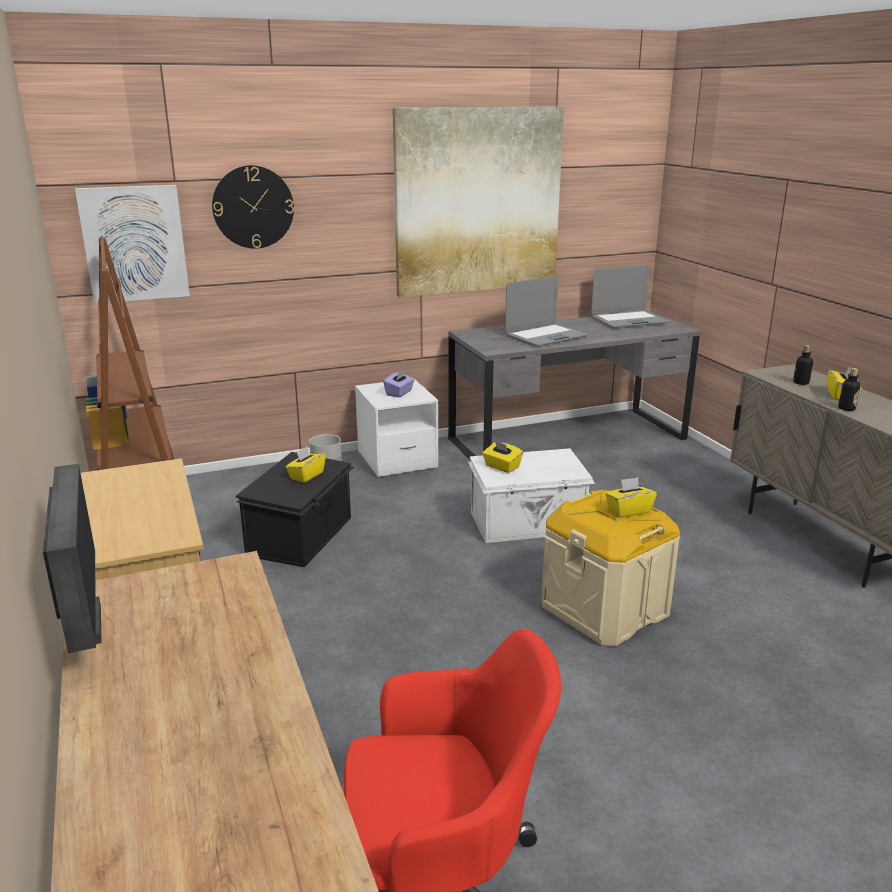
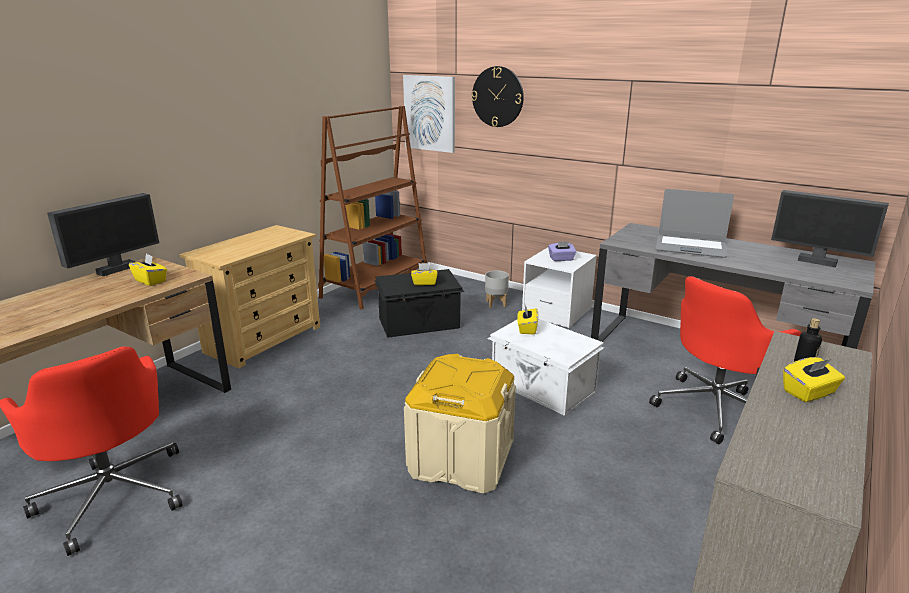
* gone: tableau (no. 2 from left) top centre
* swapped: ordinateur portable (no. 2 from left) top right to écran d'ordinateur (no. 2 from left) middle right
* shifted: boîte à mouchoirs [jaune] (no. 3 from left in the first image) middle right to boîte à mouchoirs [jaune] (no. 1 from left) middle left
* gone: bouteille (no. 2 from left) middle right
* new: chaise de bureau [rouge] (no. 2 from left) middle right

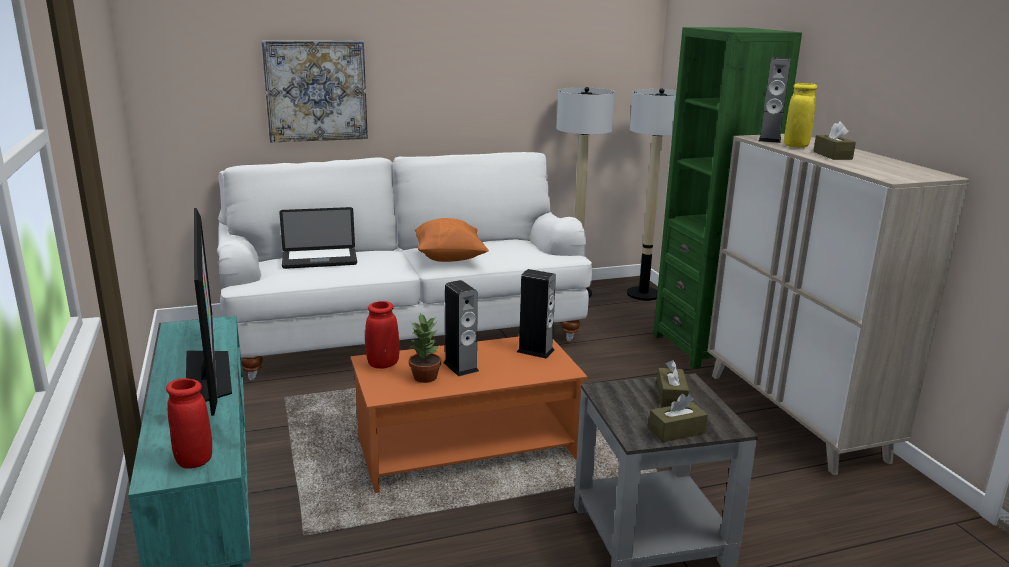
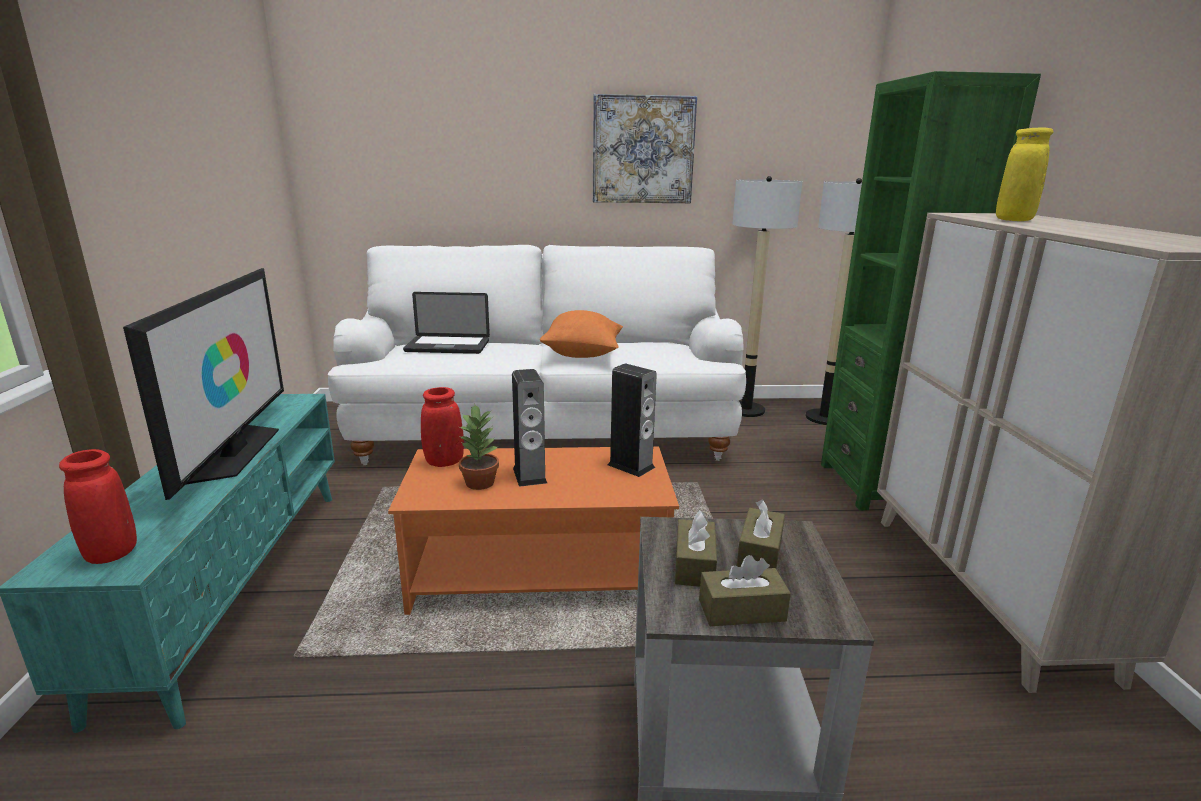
* shifted: tableau top left to top centre
* gone: enceinte (no. 3 from left) top right
* shifted: boîte à mouchoirs [marron] (no. 3 from left in the first image) top right to boîte à mouchoirs [marron] (no. 1 from left) bottom centre

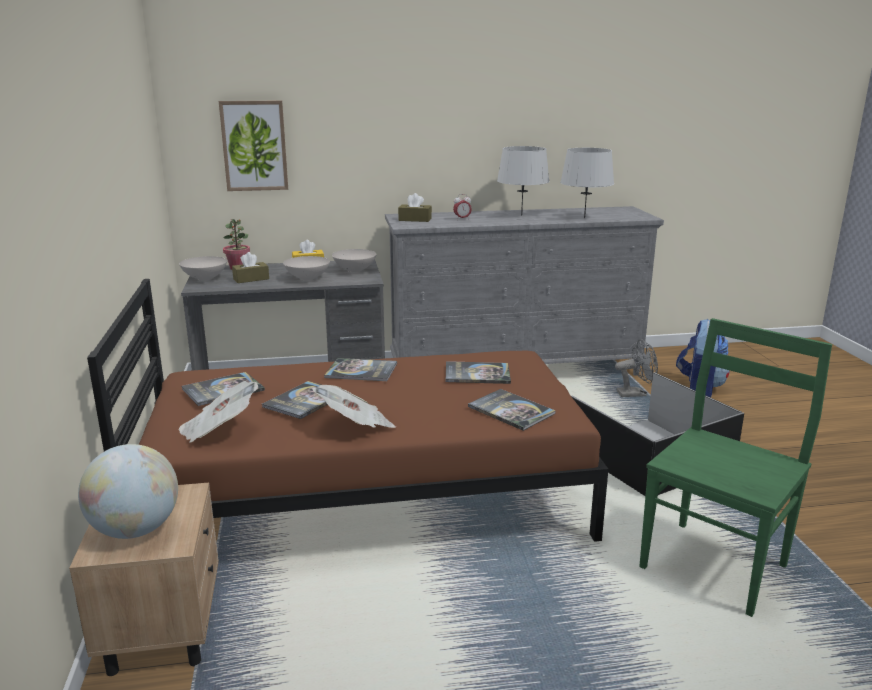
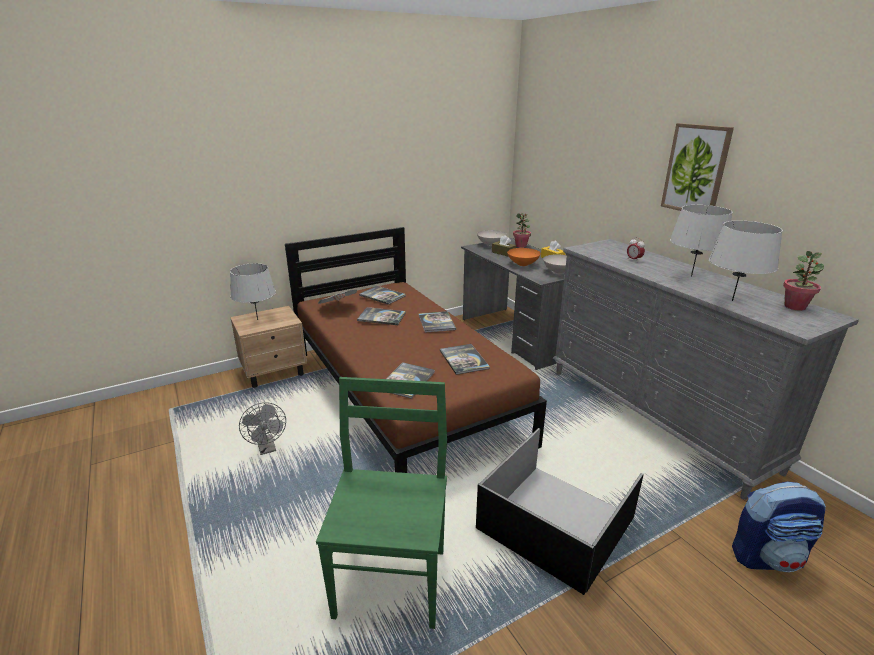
* swapped: globe bottom left to lampe de table [gris] (no. 1 from left) middle left
* shifted: tableau top left to top right
* repainted: bol [blanc] (no. 2 from left) centre to bol [orange] centre
* gone: journal (no. 2 from left) centre
* gone: boîte à mouchoirs [marron] (no. 2 from left) top centre
* shifted: ventilateur [gris] middle right to middle left
* rotated: chaise [vert] bottom right = bottom centre 105 degrees counterclockwise
* new: plante en pot (no. 2 from left) middle right

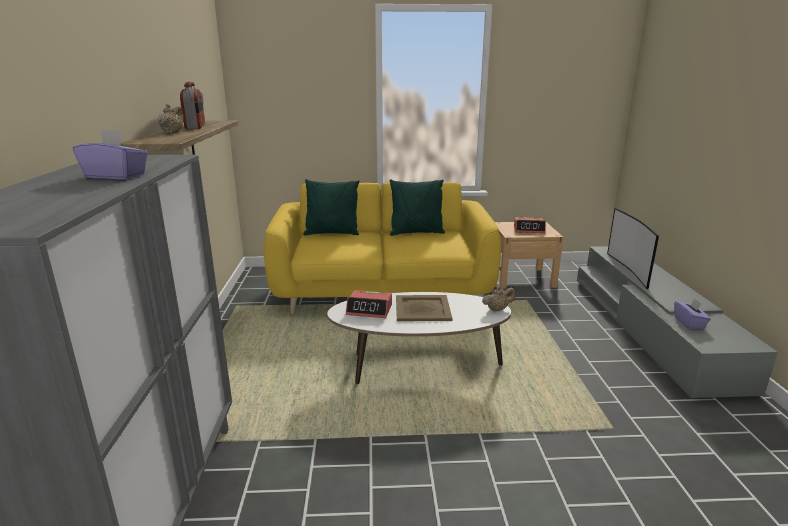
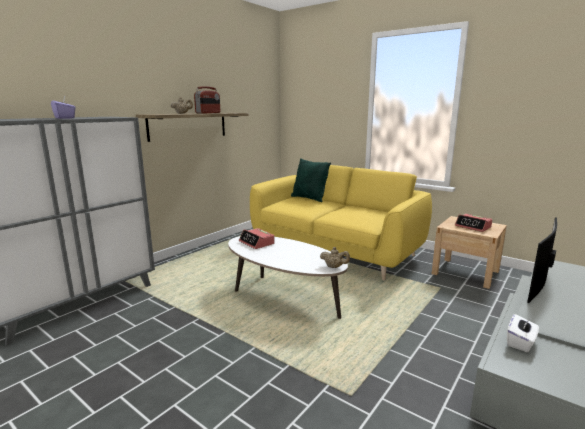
* gone: coussin [vert] (no. 2 from left) centre
* gone: plateau [beige] centre
* repainted: boîte à mouchoirs [violet] (no. 2 from left) middle right to boîte à mouchoirs [blanc] bottom right

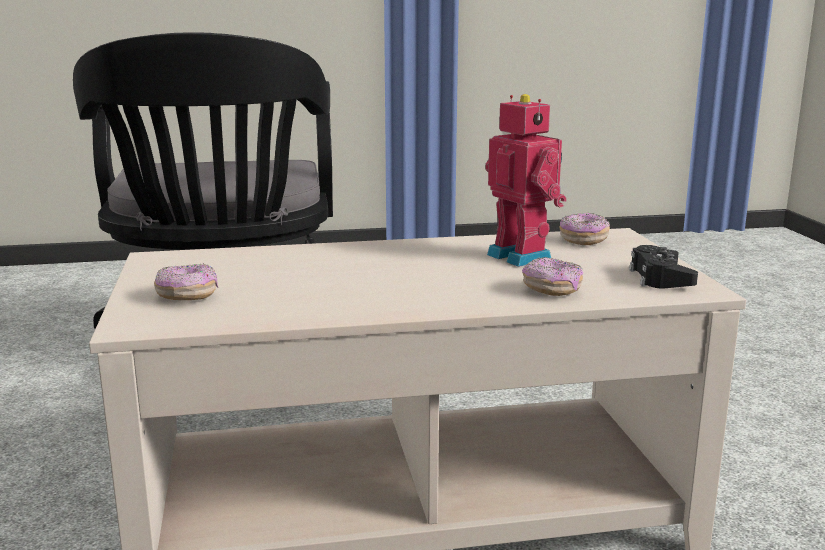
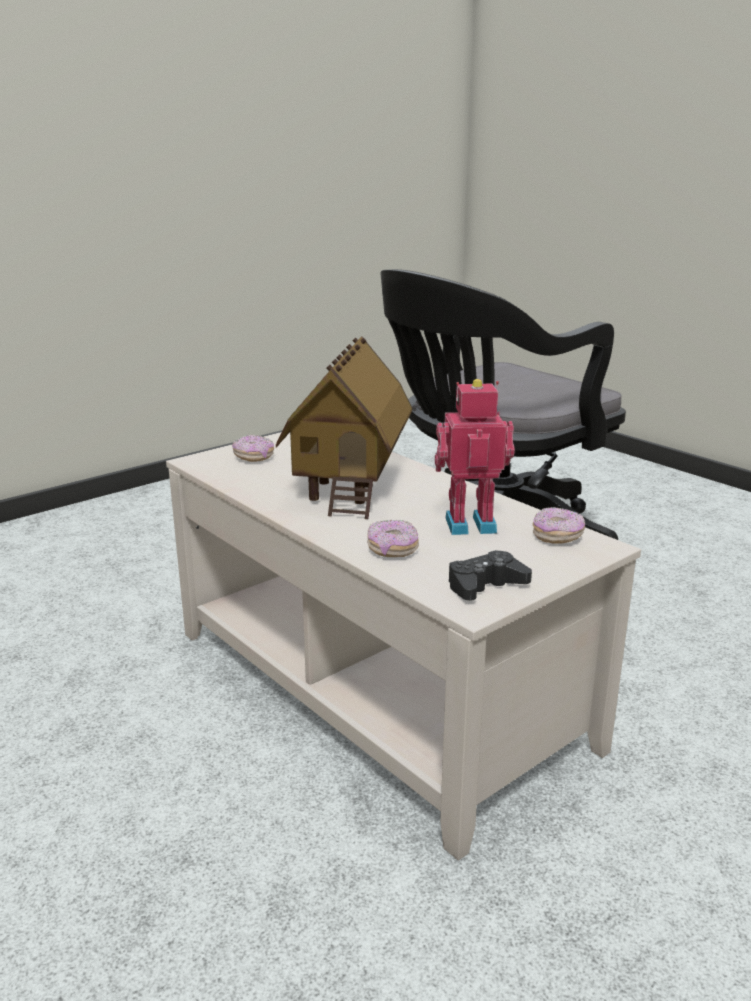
* rotated: robot jouet top centre = centre 120 degrees counterclockwise
* new: maison miniature centre

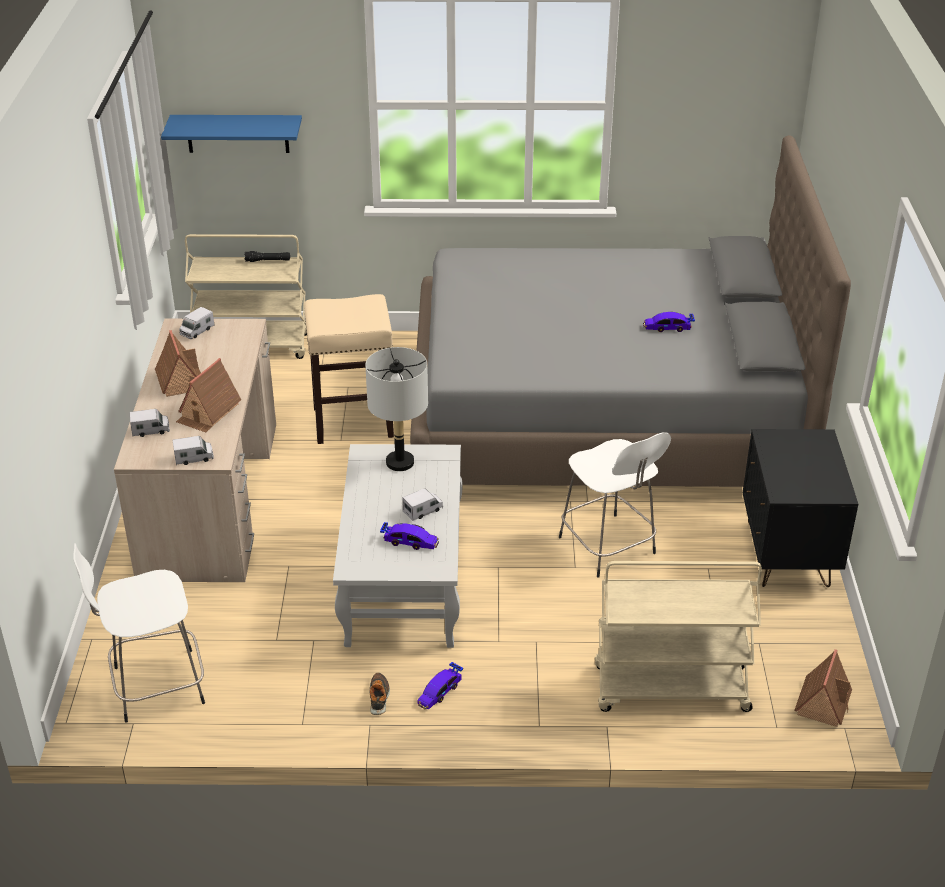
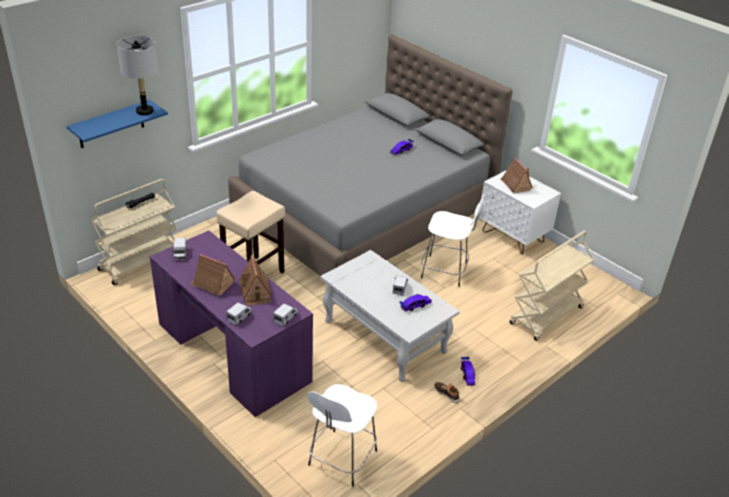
* repainted: bureau [beige] middle left to bureau [violet] middle left
* shifted: lampe de table [gris] centre to top left
* repainted: table de chevet [noir] middle right to table de chevet [blanc] middle right
* shifted: maison miniature (no. 3 from left) bottom right to middle right

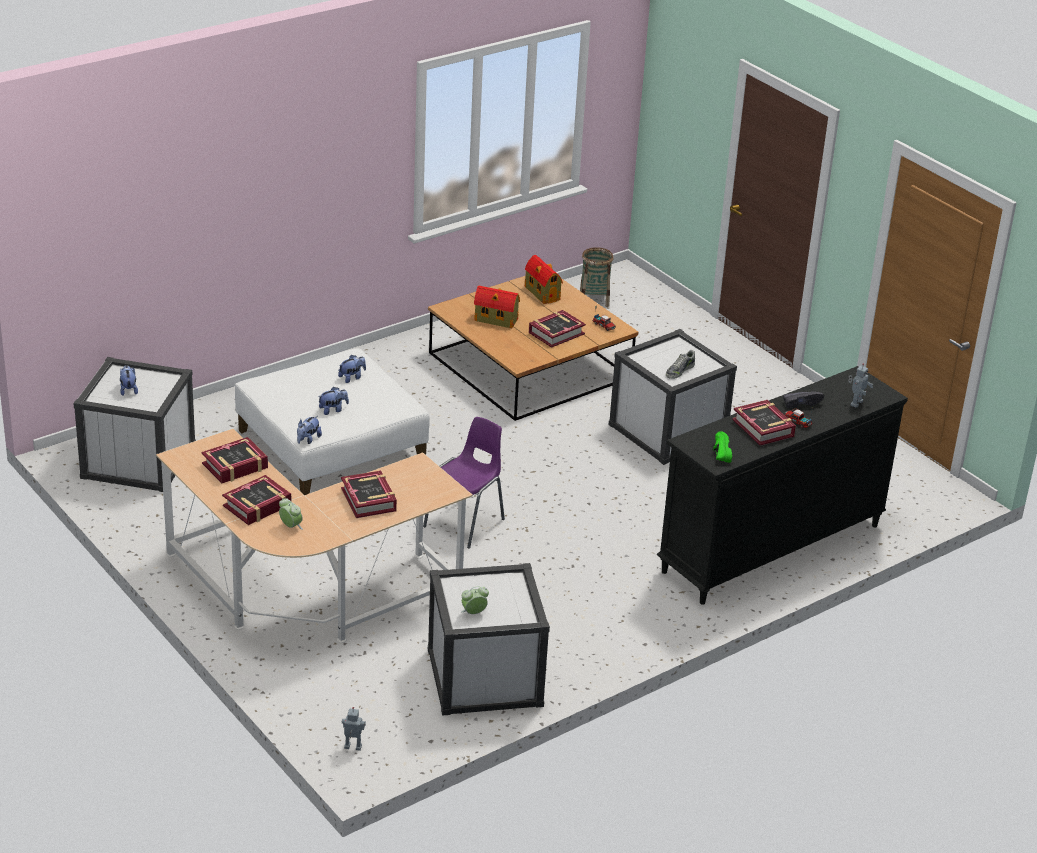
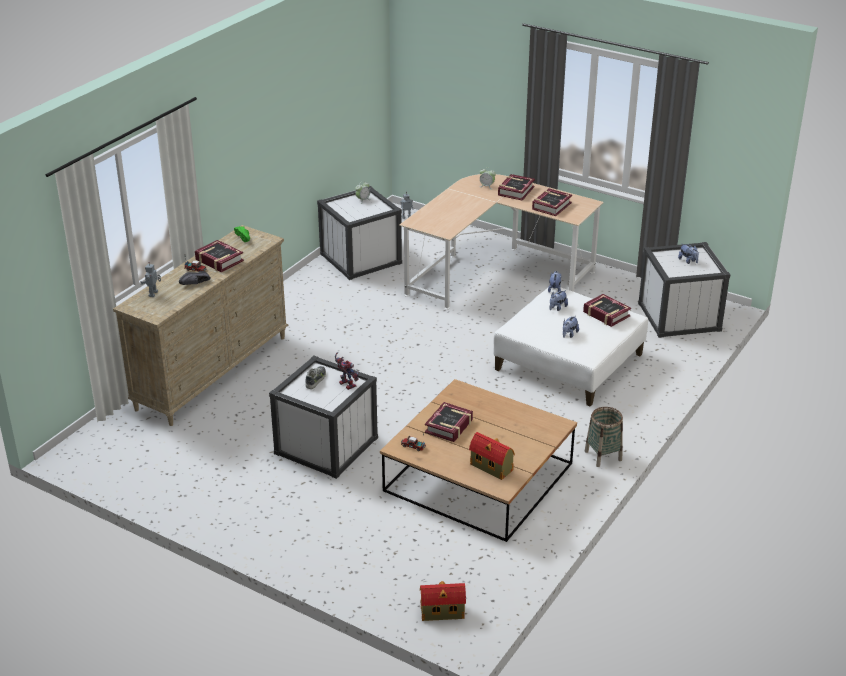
* shifted: livre (no. 3 from left in the first image) centre to livre (no. 5 from left) middle right
* gone: chaise [violet] centre
* shifted: maison miniature (no. 1 from left) centre to bottom centre
* shifted: panier top centre to middle right
* repainted: commode [noir] middle right to commode [beige] middle left
* new: robot jouet (no. 2 from left) centre

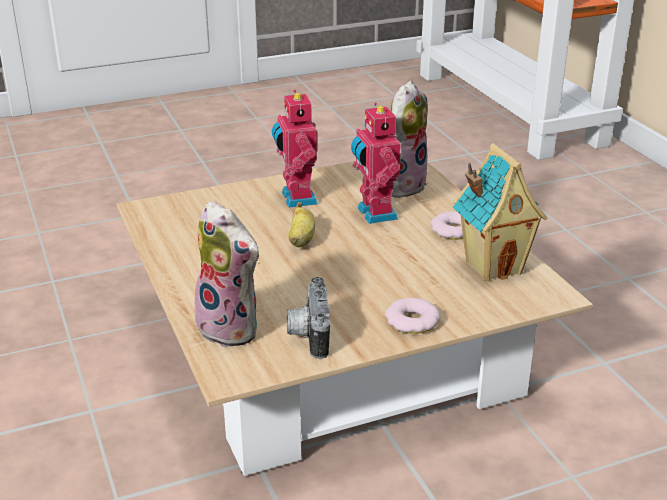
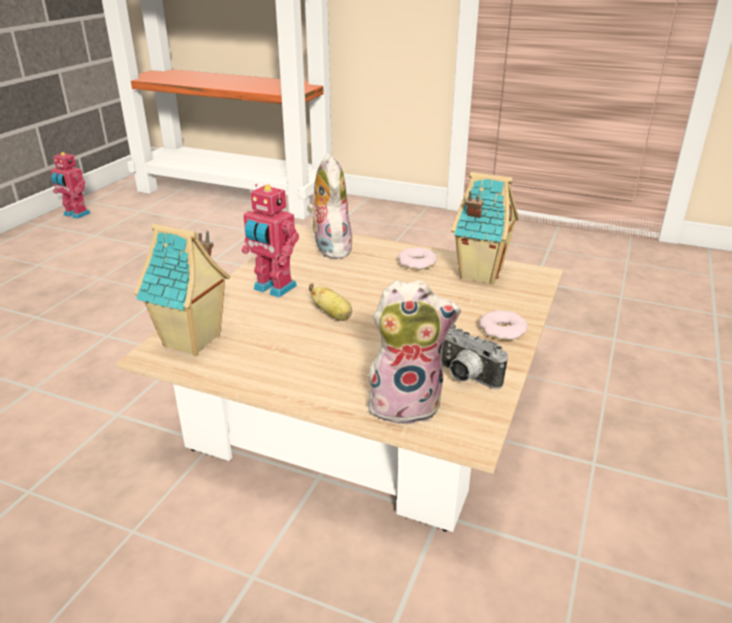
* shifted: robot jouet (no. 2 from left in the first image) top centre to robot jouet (no. 1 from left) top left
* new: maison miniature (no. 1 from left) middle left

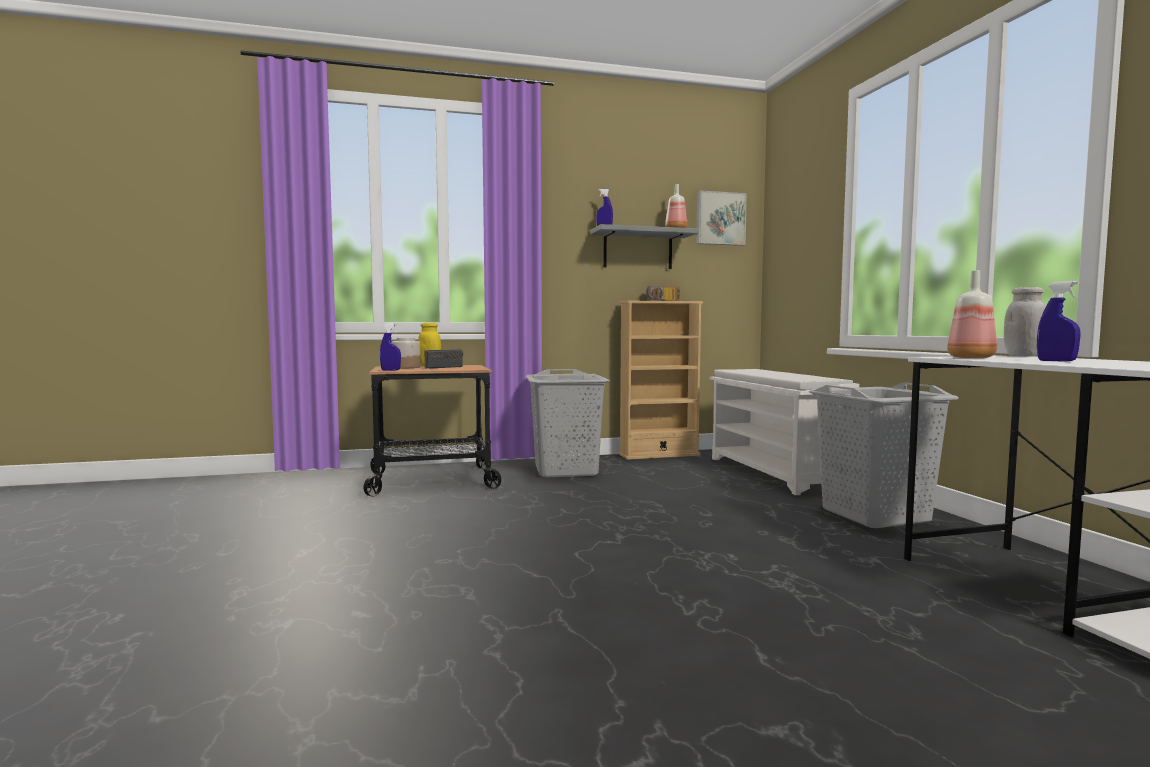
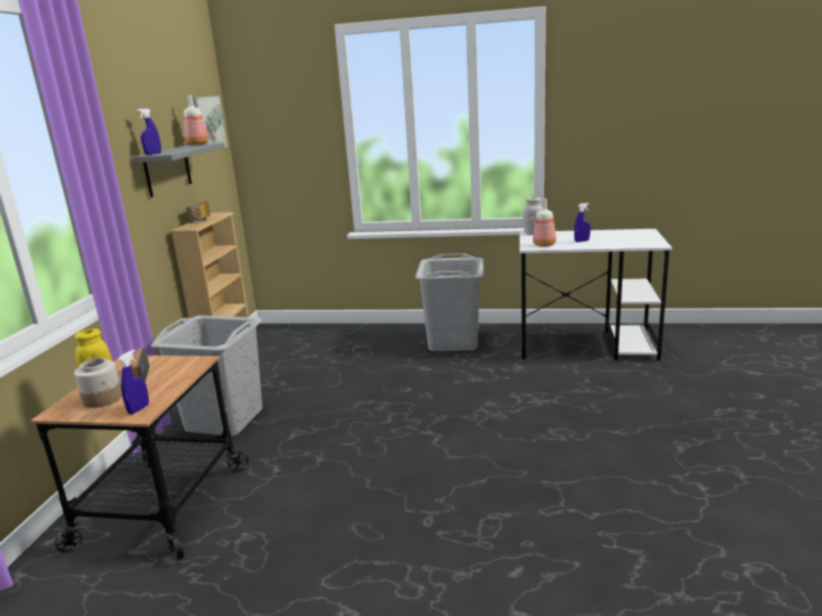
* gone: étagère à chaussures [blanc] middle right

